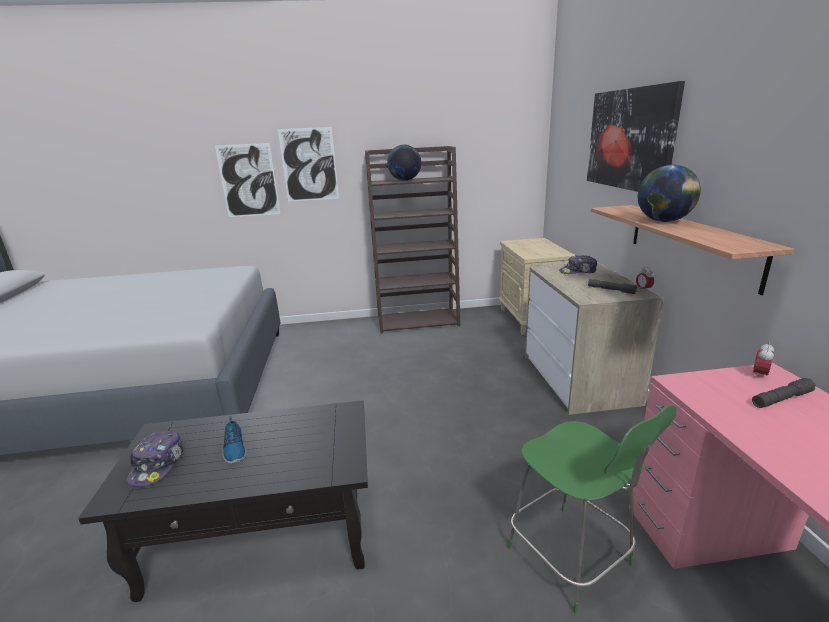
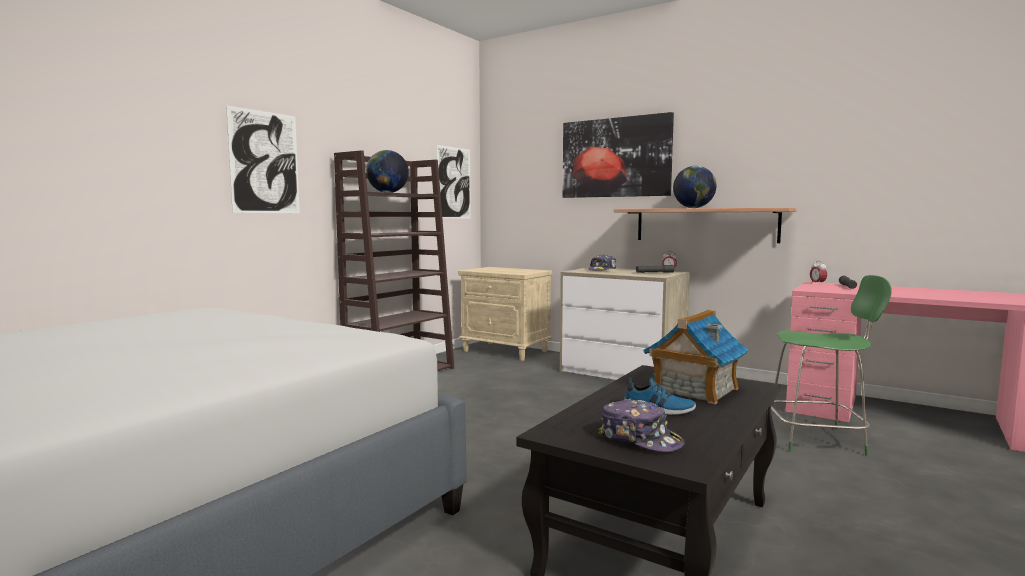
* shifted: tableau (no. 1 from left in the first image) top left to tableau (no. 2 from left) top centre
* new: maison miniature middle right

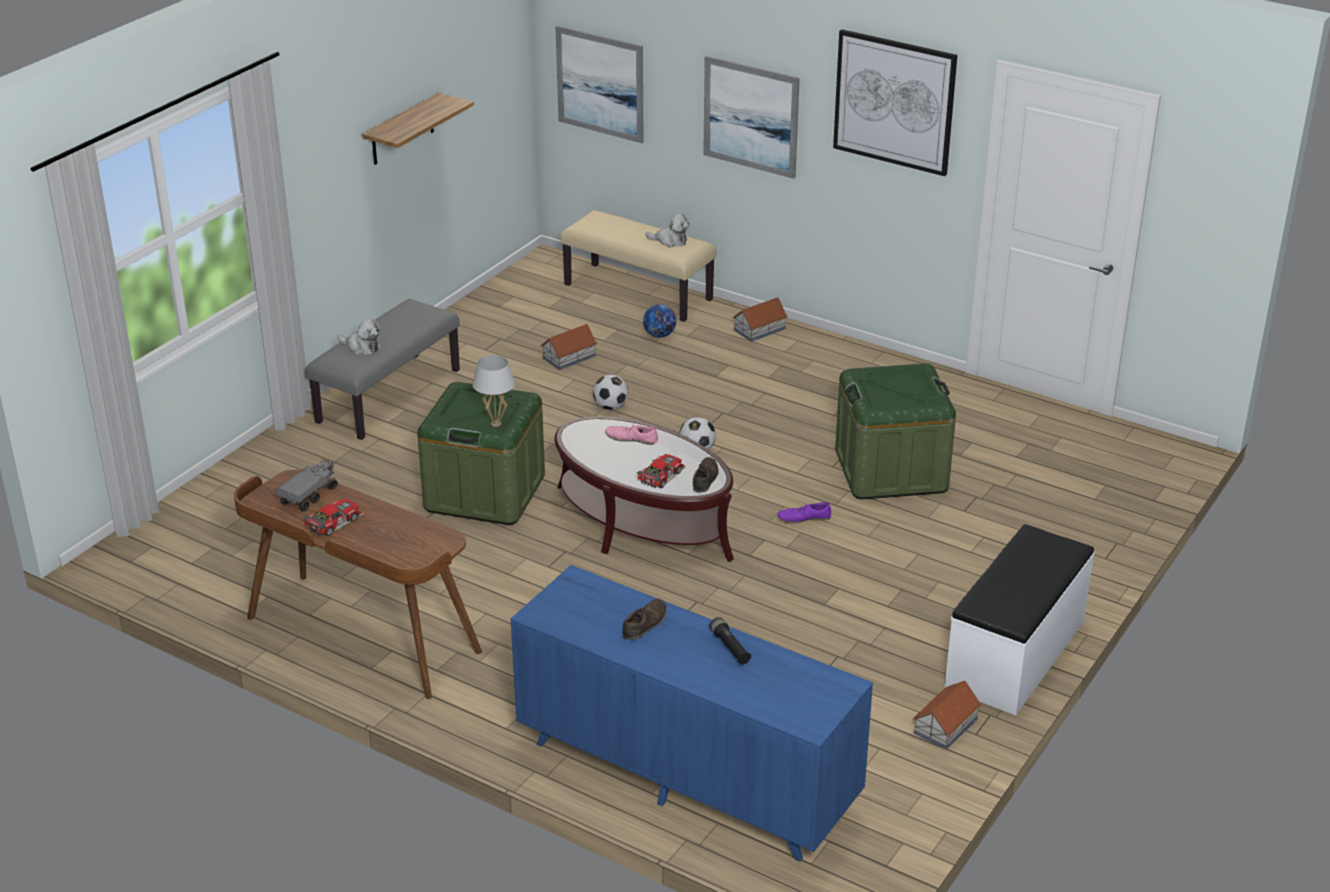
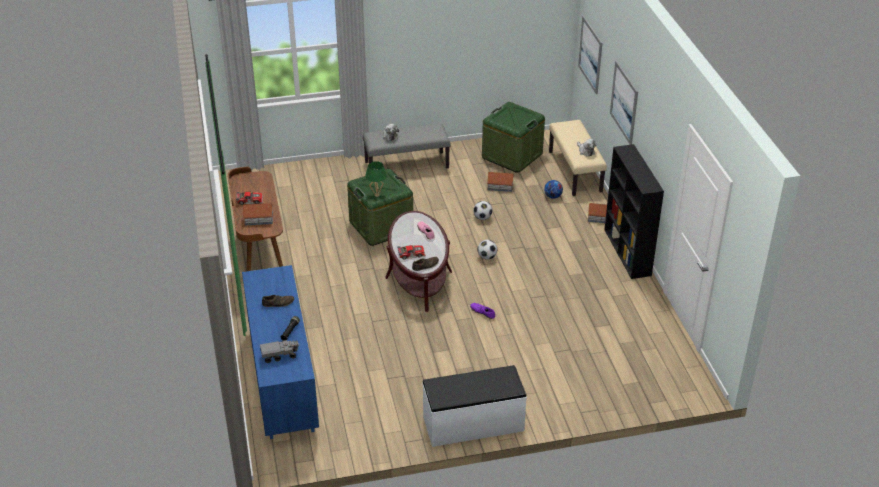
* shifted: camion jouet middle left to bottom left
* gone: étagère top left
* repainted: lampe de table [blanc] centre to lampe de table [vert] centre
* gone: tableau (no. 3 from left) top right
* shifted: boîte de rangement [vert] (no. 2 from left) middle right to top centre
* shifted: maison miniature (no. 3 from left in the first image) bottom right to maison miniature (no. 1 from left) middle left
* new: bibliothèque [noir] middle right

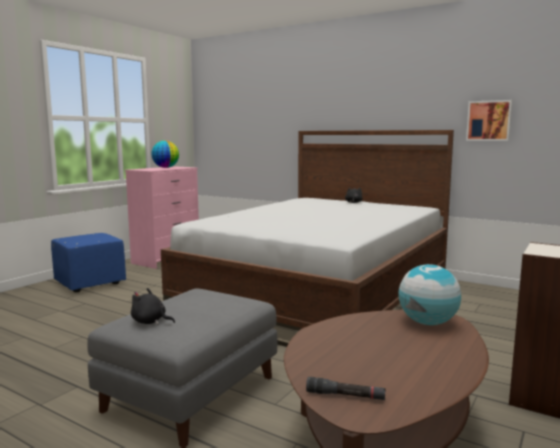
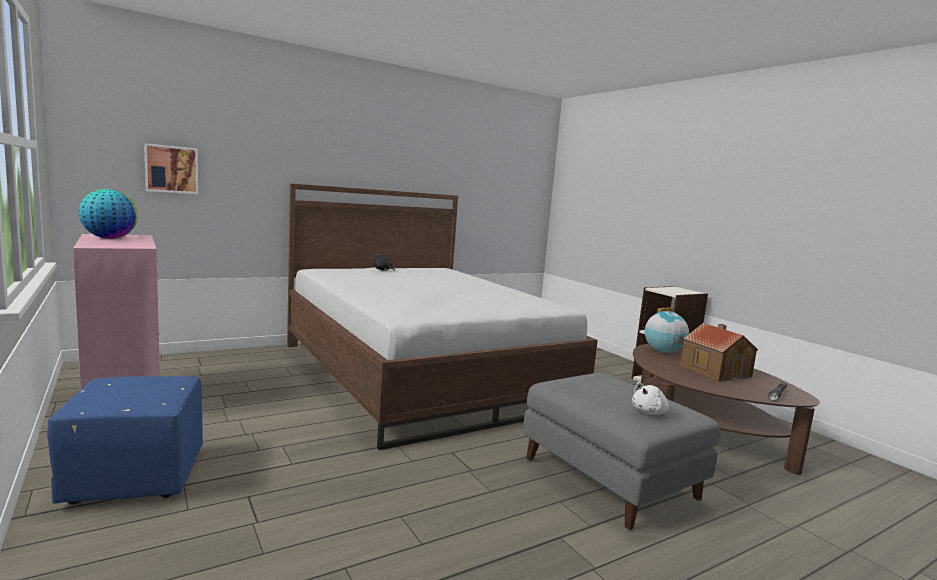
* repainted: peluche [noir] (no. 1 from left) bottom left to peluche [blanc] bottom right
* shifted: tableau top right to top left
* new: maison miniature middle right

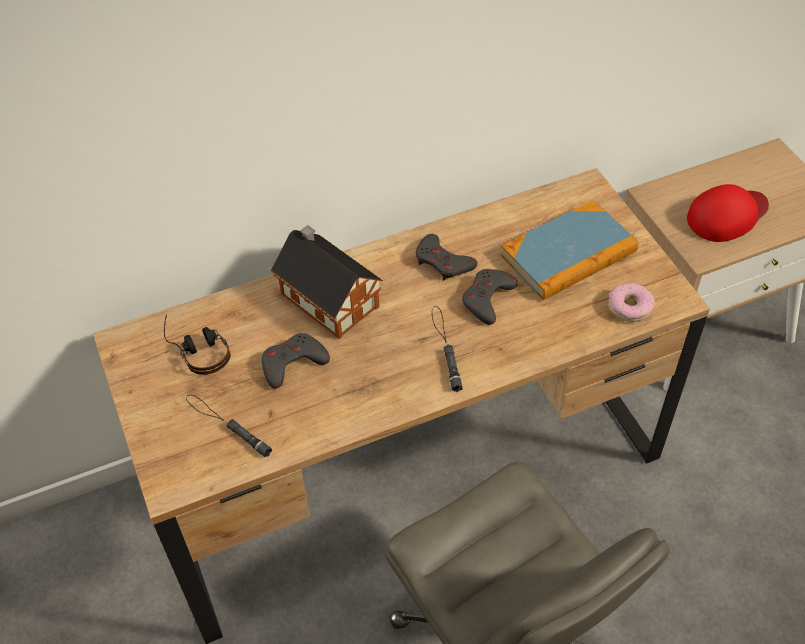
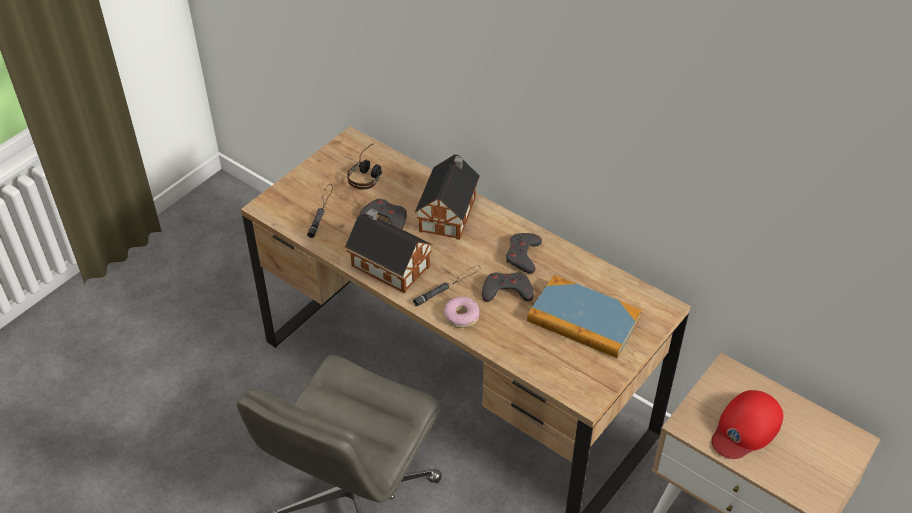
* shifted: beignet middle right to centre
* rotated: casquette [rouge] top right = bottom right 105 degrees clockwise
* new: maison miniature (no. 1 from left) centre

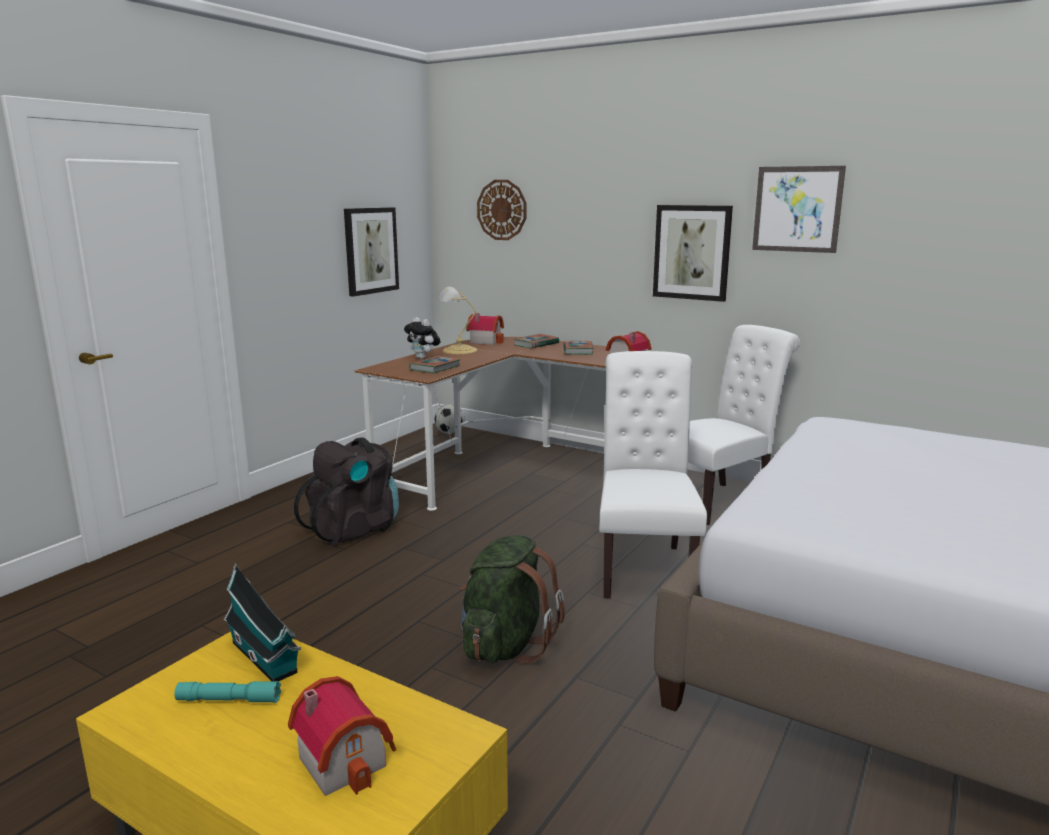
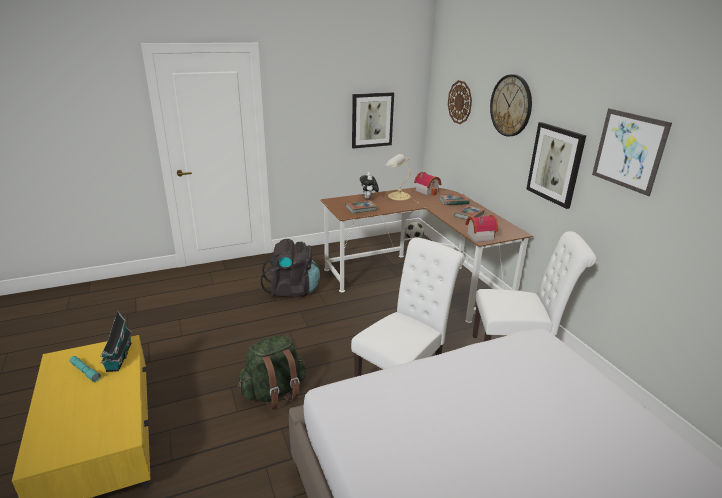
* gone: maison miniature (no. 2 from left) bottom left
* new: horloge murale (no. 2 from left) top right

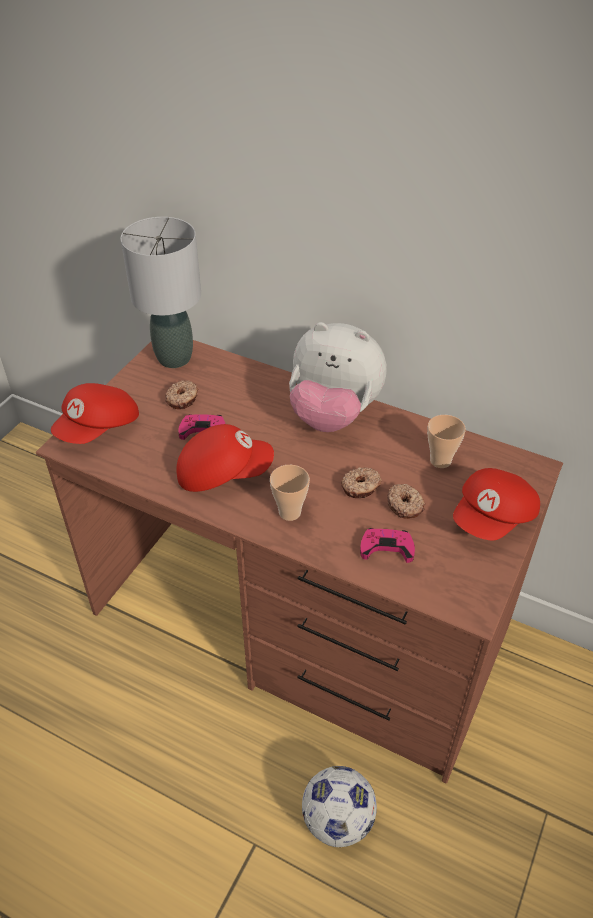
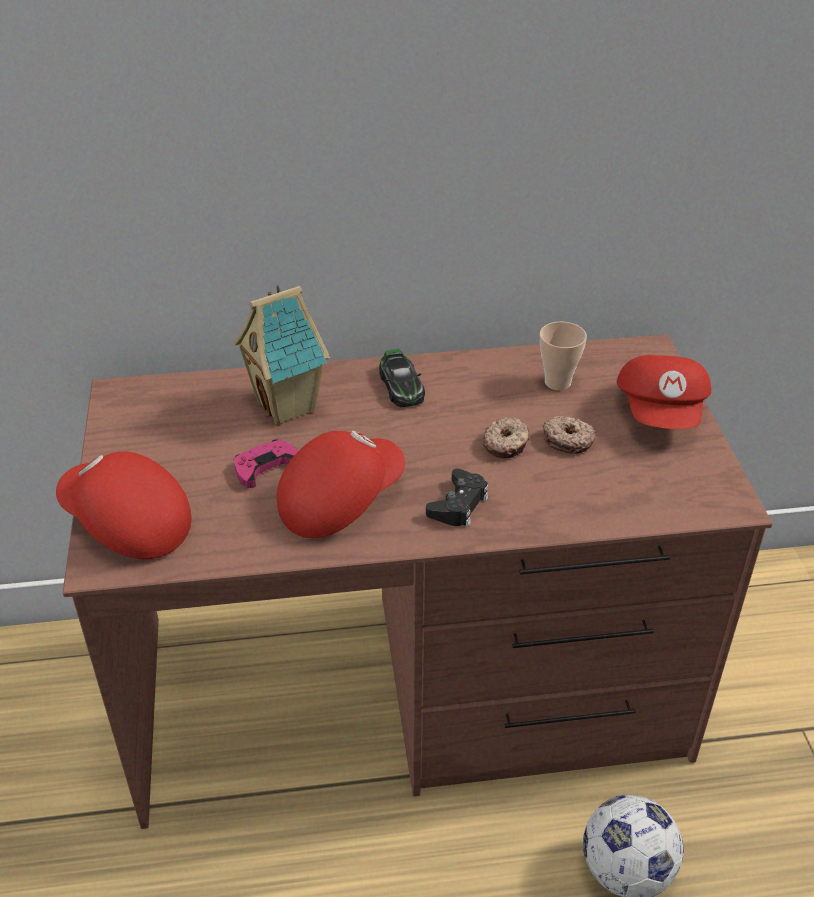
* rotated: casquette [rouge] (no. 1 from left) middle left = middle left 120 degrees clockwise
* gone: lampe de table [gris] top left
* gone: beignet (no. 1 from left) middle left
* swapped: tasse (no. 1 from left) centre to manette [noir] centre
* swapped: peluche centre to petite voiture centre
* gone: manette [rose] (no. 2 from left) centre
* new: maison miniature centre

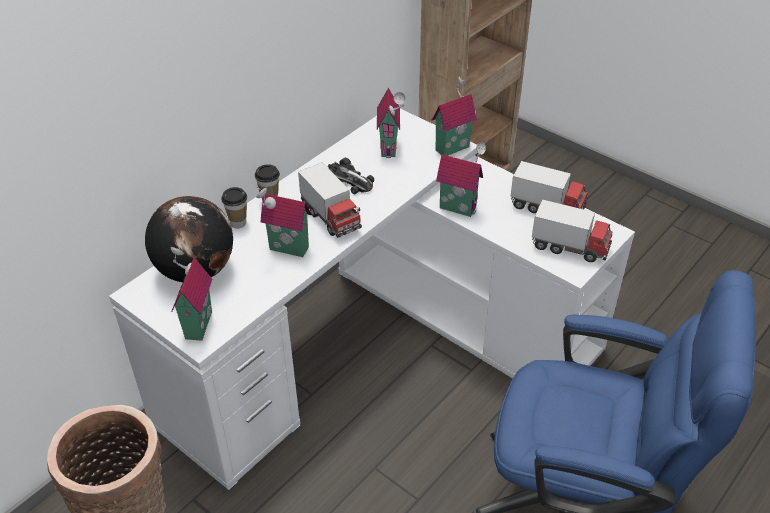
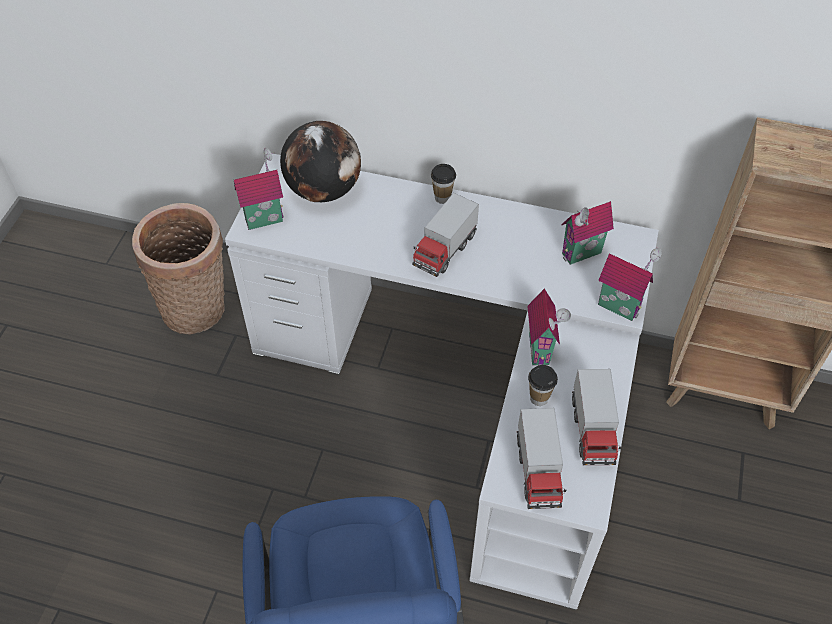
* shifted: tasse (no. 1 from left in the first image) middle left to tasse (no. 2 from left) centre
* gone: maison miniature (no. 2 from left) centre
* gone: petite voiture centre

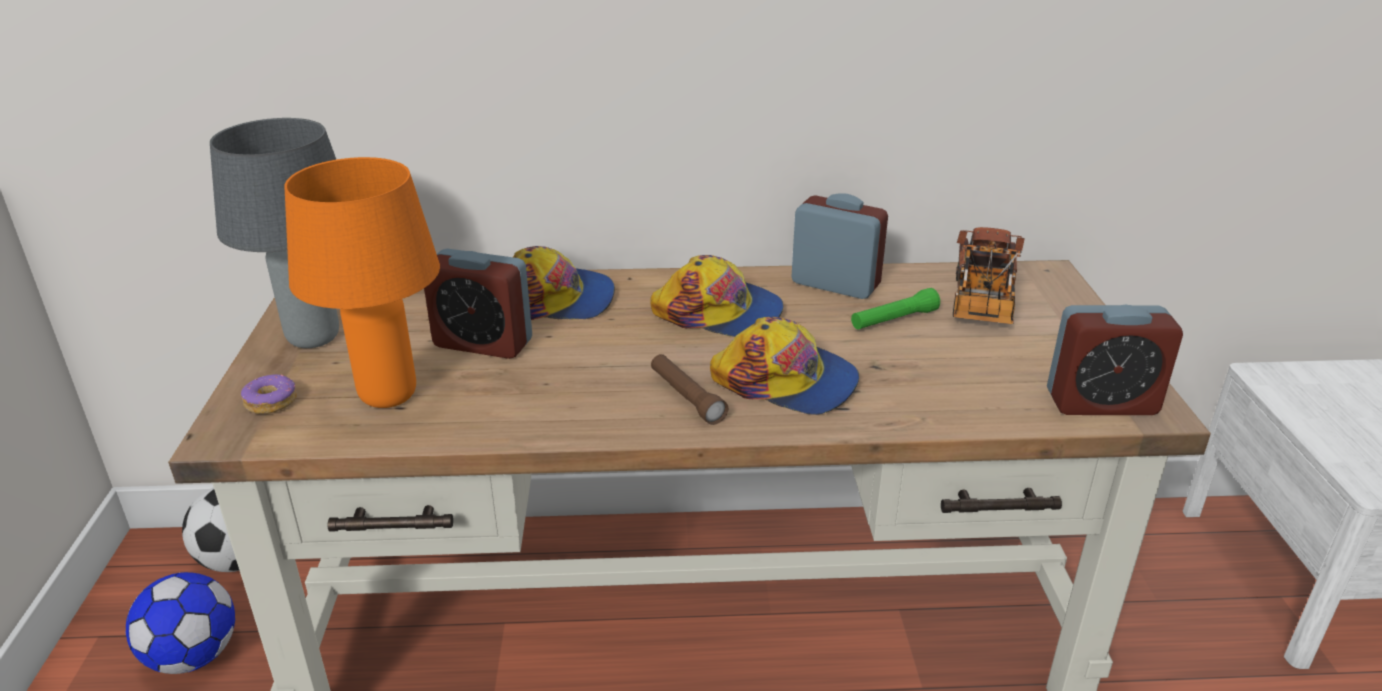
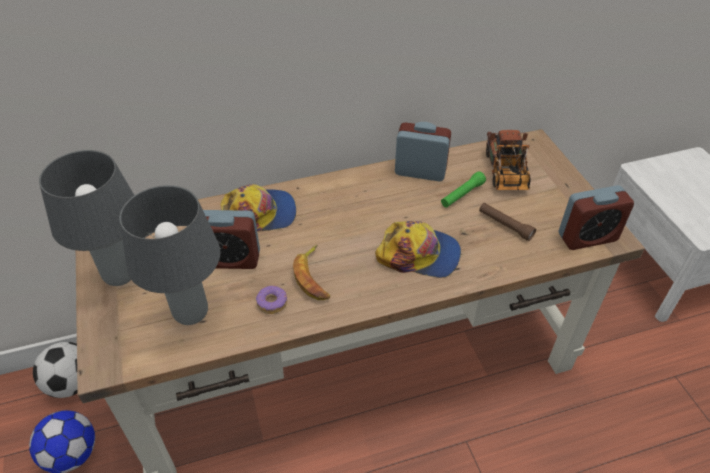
* shifted: beignet middle left to centre
* repainted: lampe de table [orange] middle left to lampe de table [gris] (no. 2 from left) middle left
* gone: casquette (no. 2 from left) centre
* shifted: lampe de poche [marron] centre to middle right
* new: banane centre

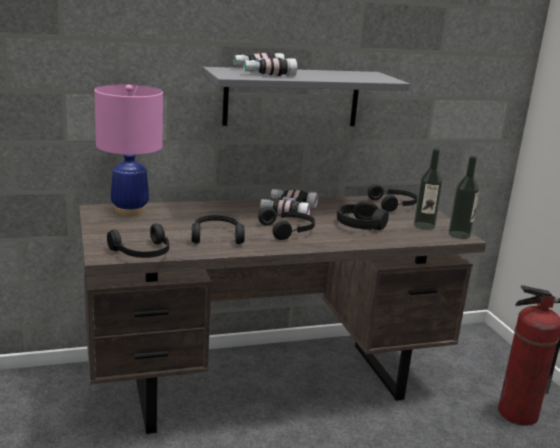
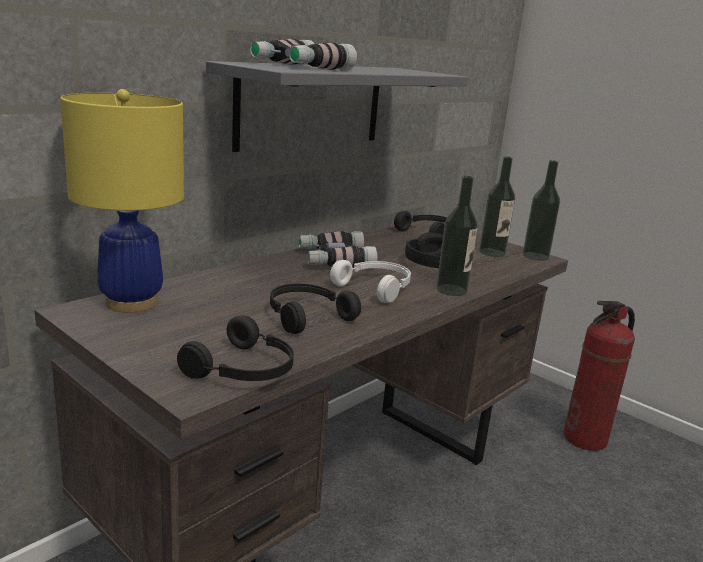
* repainted: lampe de table [rose] middle left to lampe de table [jaune] middle left
* repainted: casque audio [noir] (no. 3 from left) centre to casque audio [blanc] centre
* new: bouteille (no. 1 from left) centre

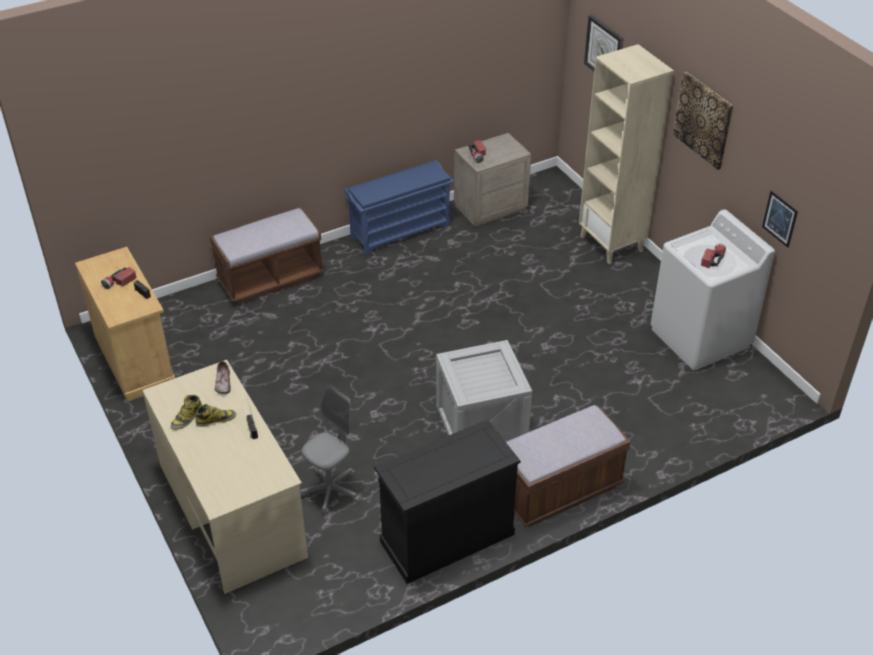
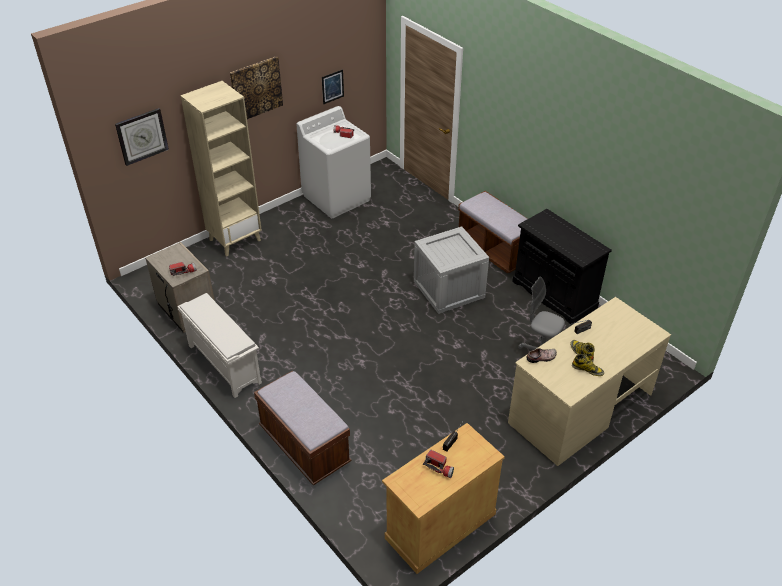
* repainted: étagère à chaussures [bleu] top centre to étagère à chaussures [blanc] middle left

